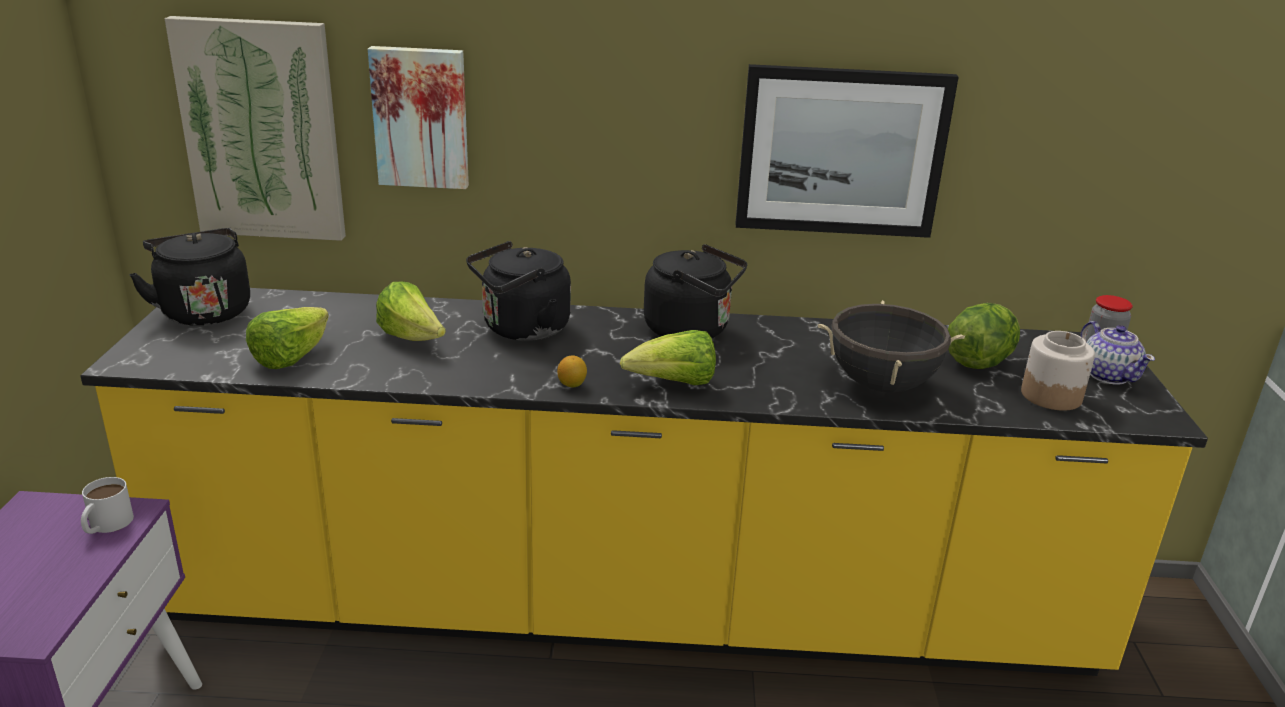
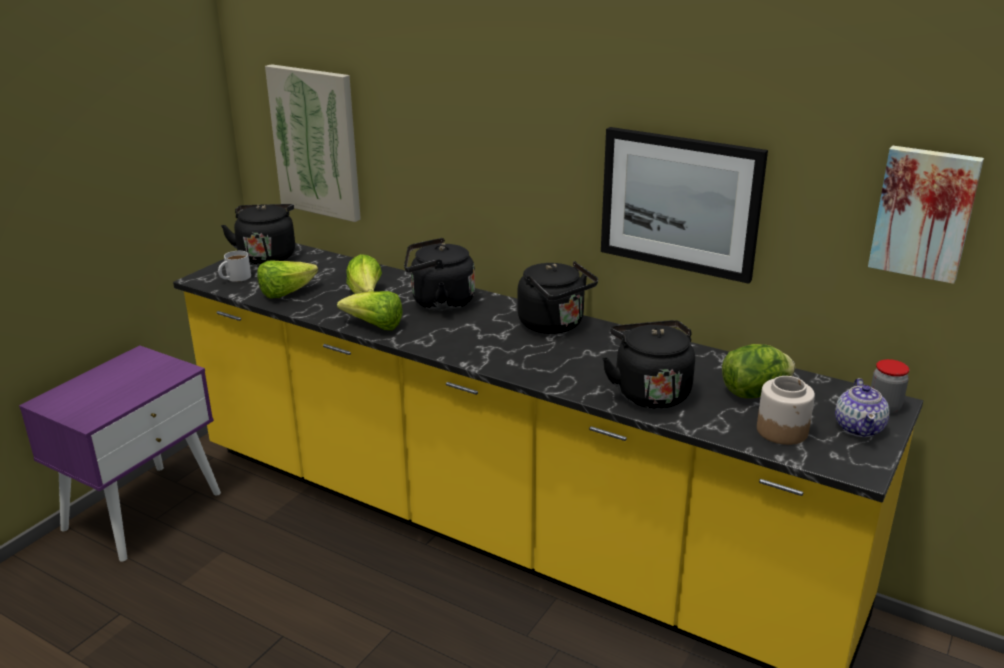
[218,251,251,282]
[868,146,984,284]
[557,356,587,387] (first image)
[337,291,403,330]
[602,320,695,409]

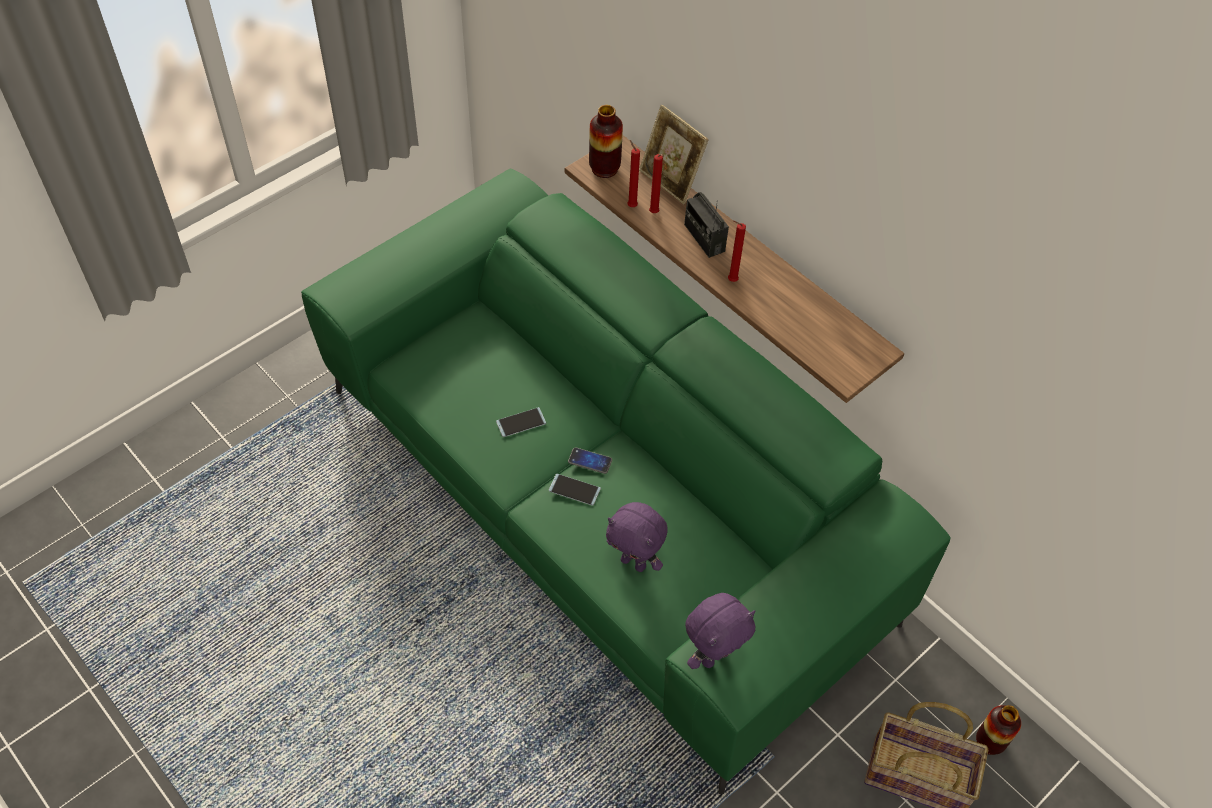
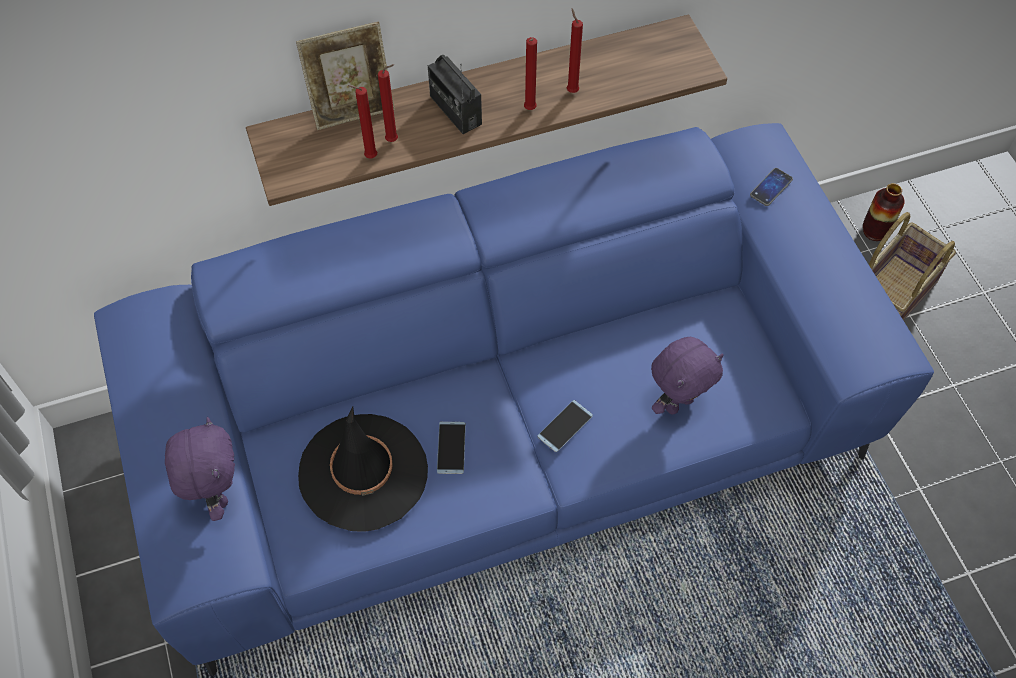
[94,123,934,677]
[750,168,793,206]
[589,105,623,178] (first image)
[428,55,482,134]
[165,417,235,521]
[298,407,428,532]
[567,8,583,93]

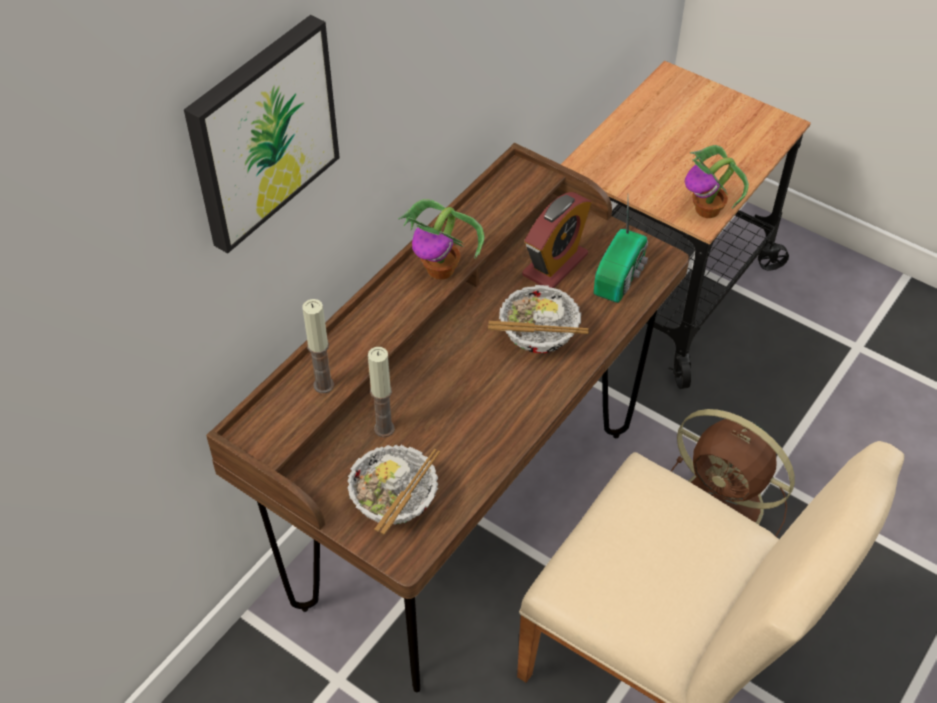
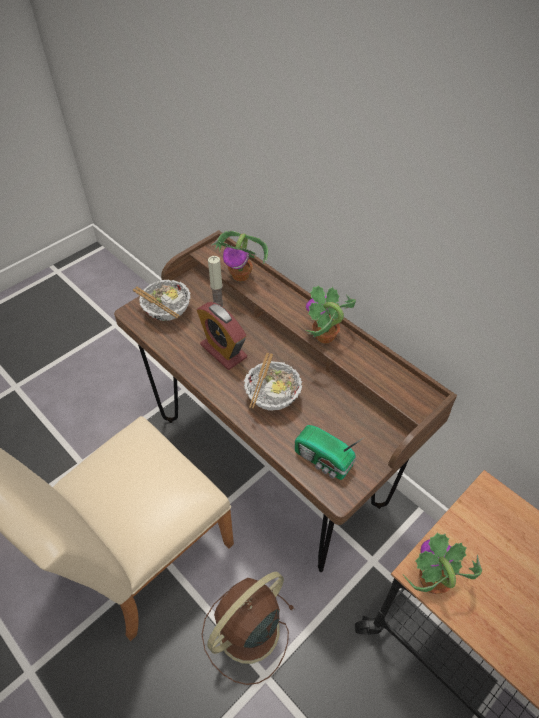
[184,15,340,254] (first image)
[211,231,268,281]
[197,302,247,370]

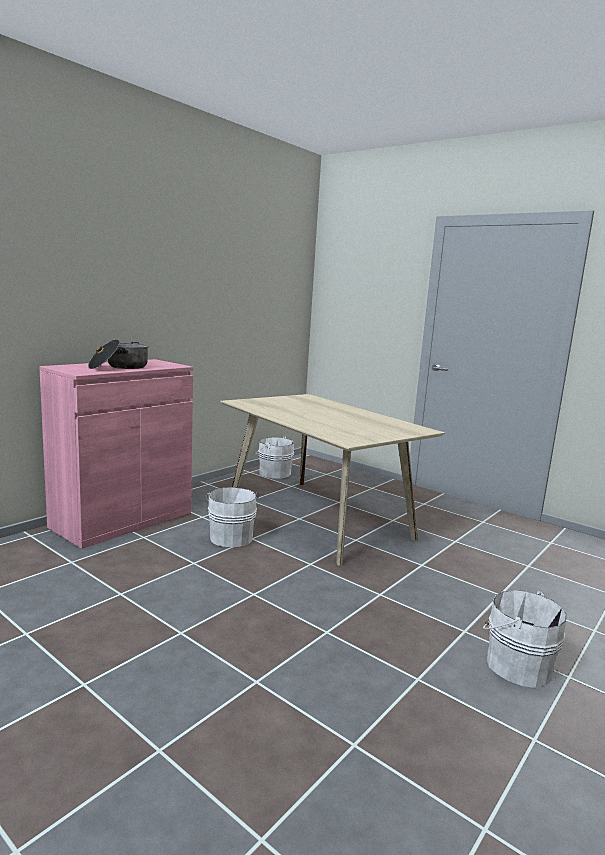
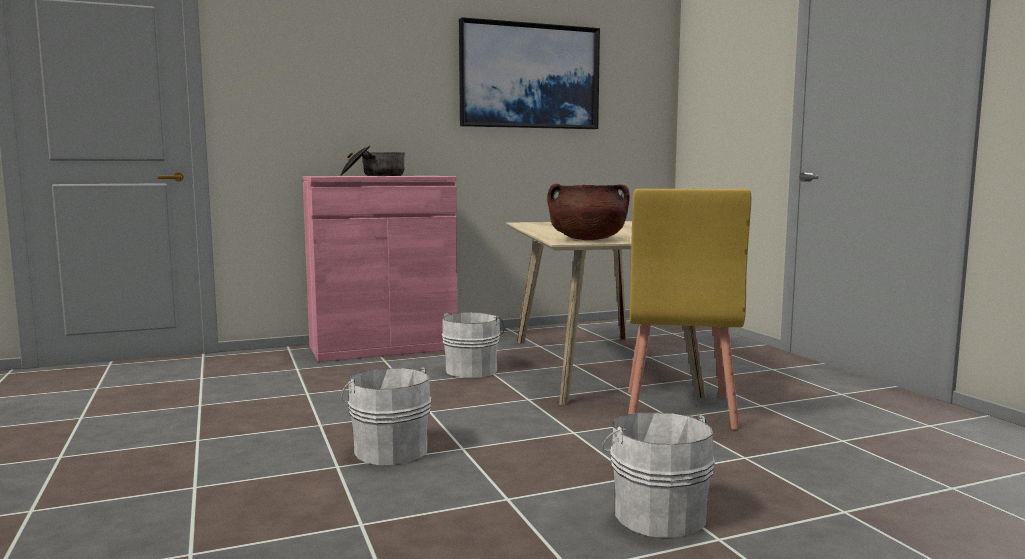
[341,367,431,465]
[459,17,600,129]
[547,184,630,240]
[628,189,751,430]

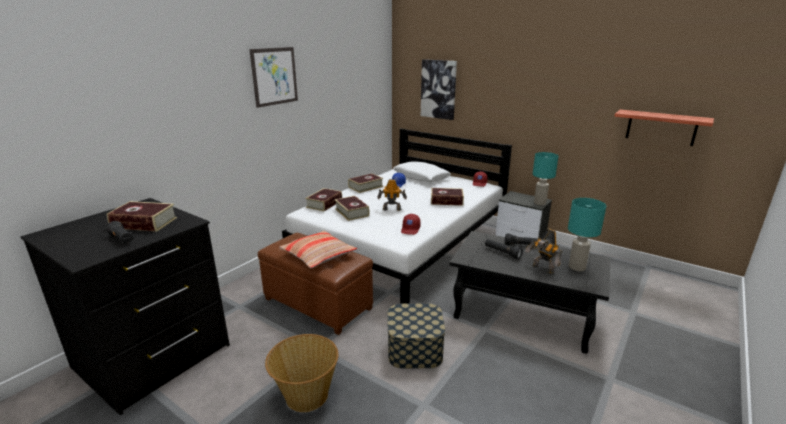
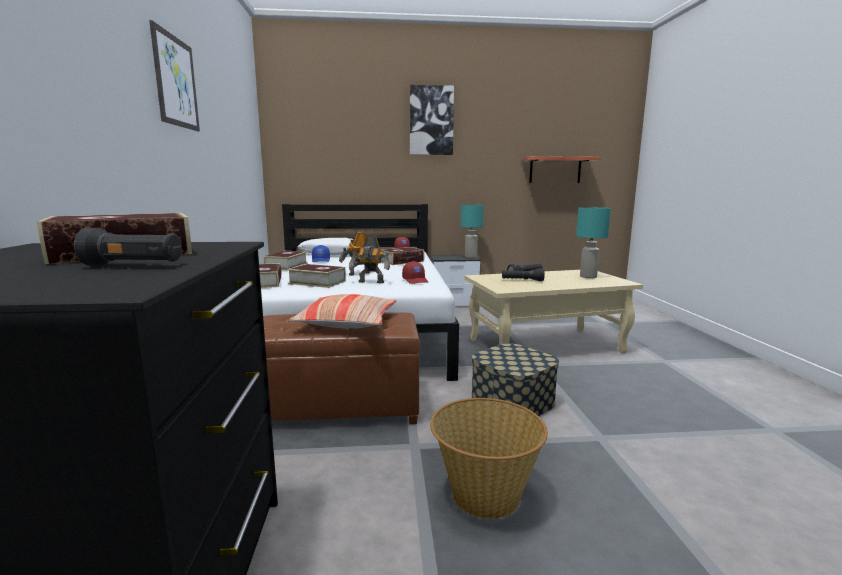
[410,85,454,155]
[464,270,643,354]
[349,235,390,283]

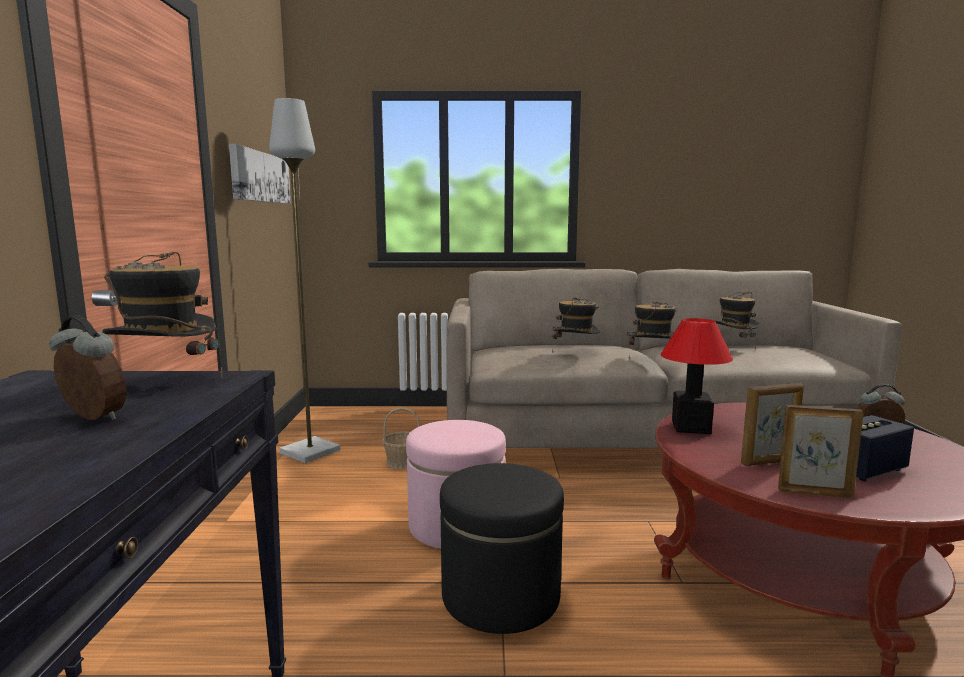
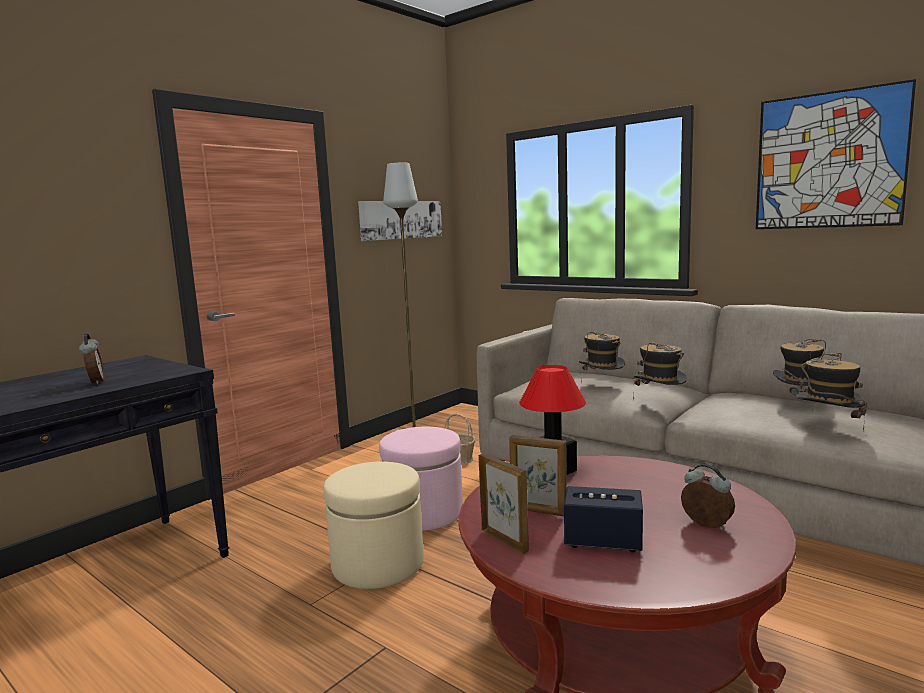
[796,352,867,431]
[323,462,424,589]
[756,79,916,229]

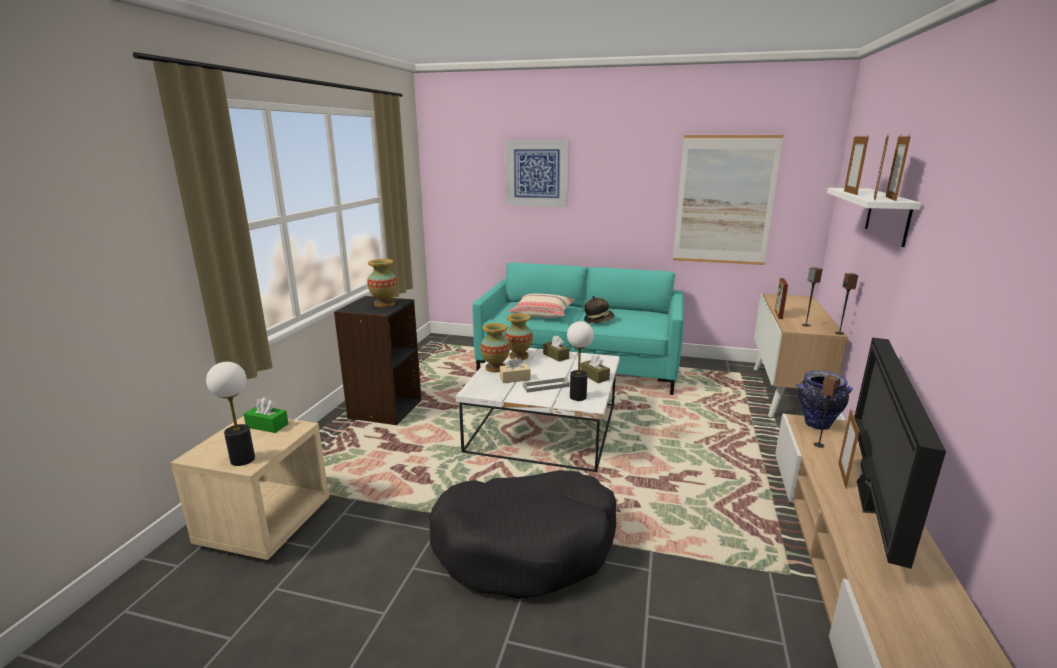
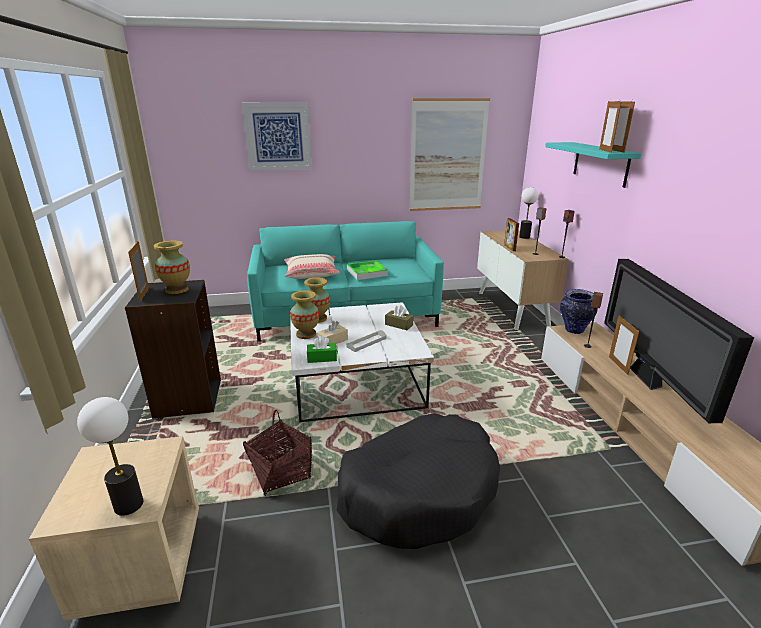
[307,336,337,363]
[543,335,569,362] (first image)
[519,187,539,239]
[347,261,388,280]
[545,142,641,188]
[128,241,149,302]
[243,410,312,496]

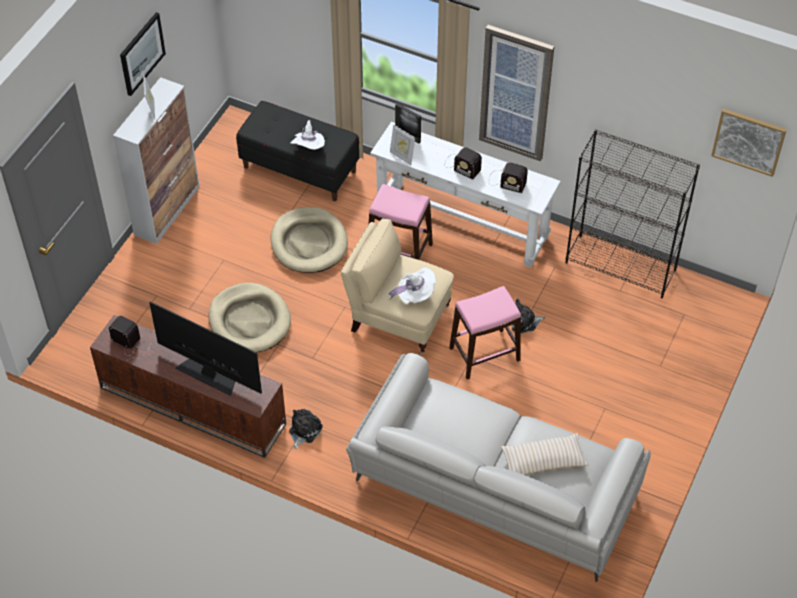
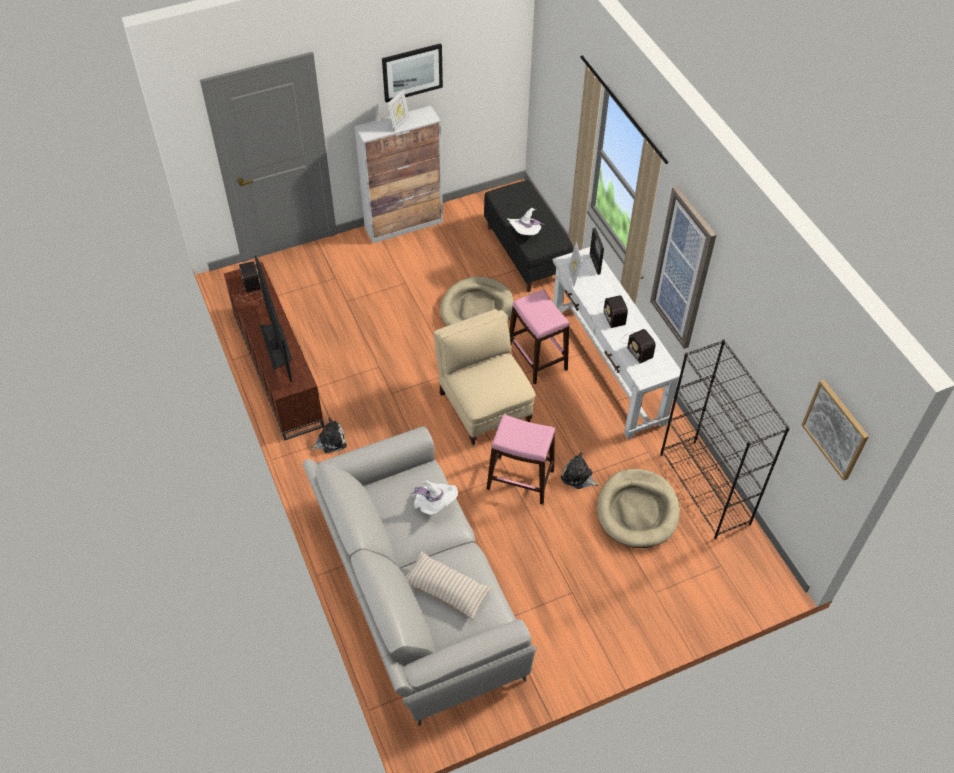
[597,469,680,548]
[411,480,458,515]

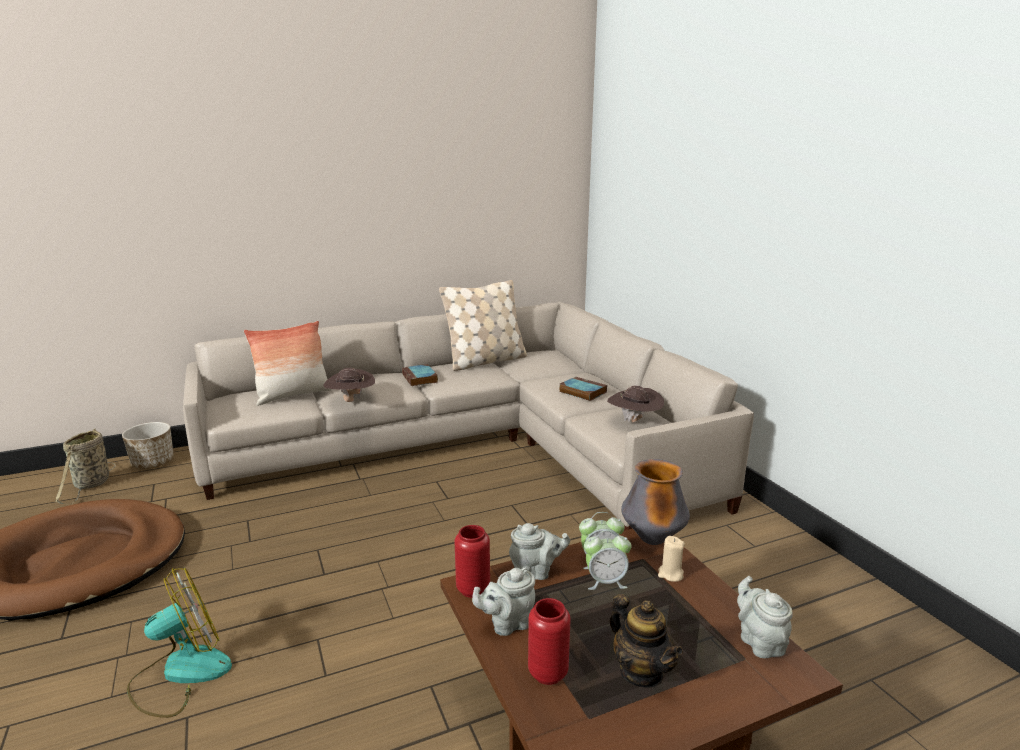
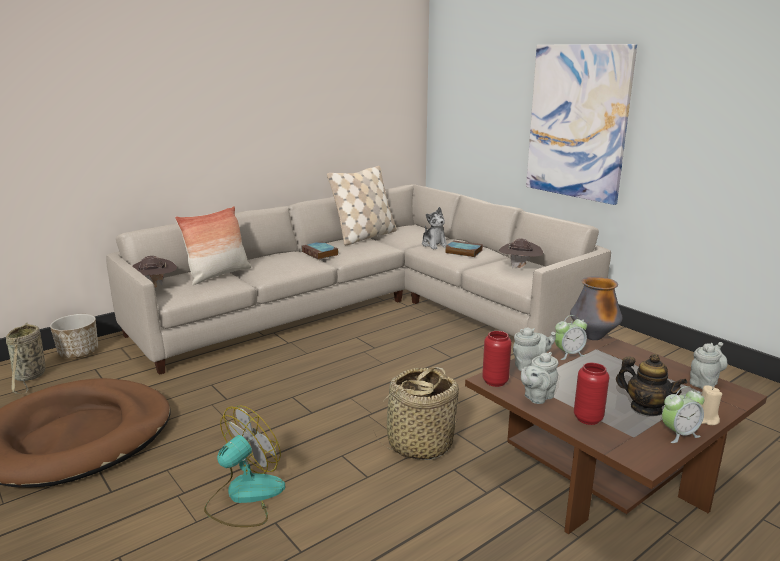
[132,256,177,288]
[662,386,705,443]
[700,385,722,425]
[690,342,728,389]
[374,367,459,460]
[422,207,447,249]
[526,44,637,205]

